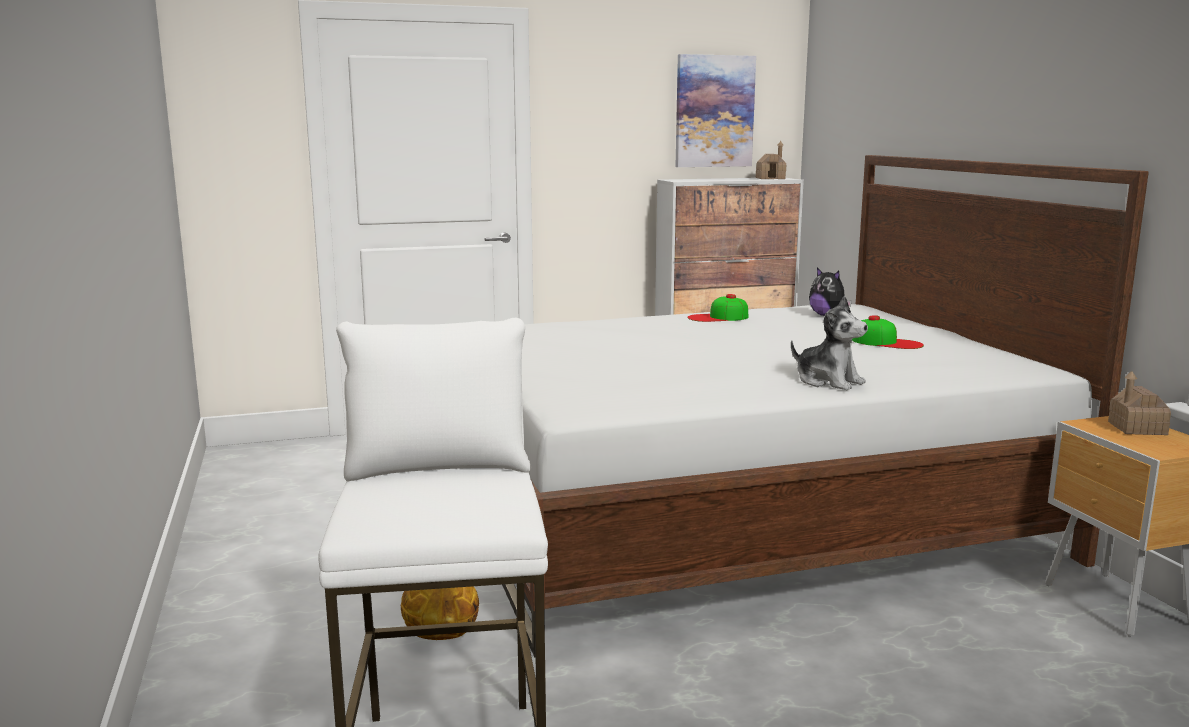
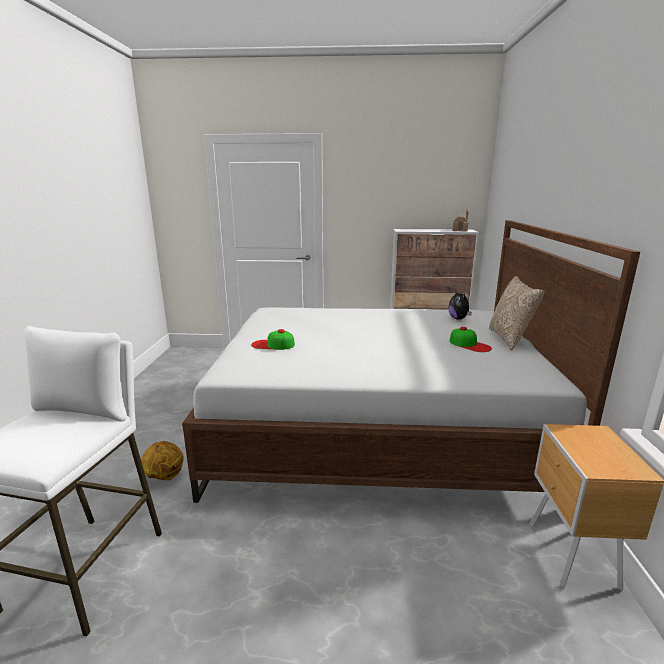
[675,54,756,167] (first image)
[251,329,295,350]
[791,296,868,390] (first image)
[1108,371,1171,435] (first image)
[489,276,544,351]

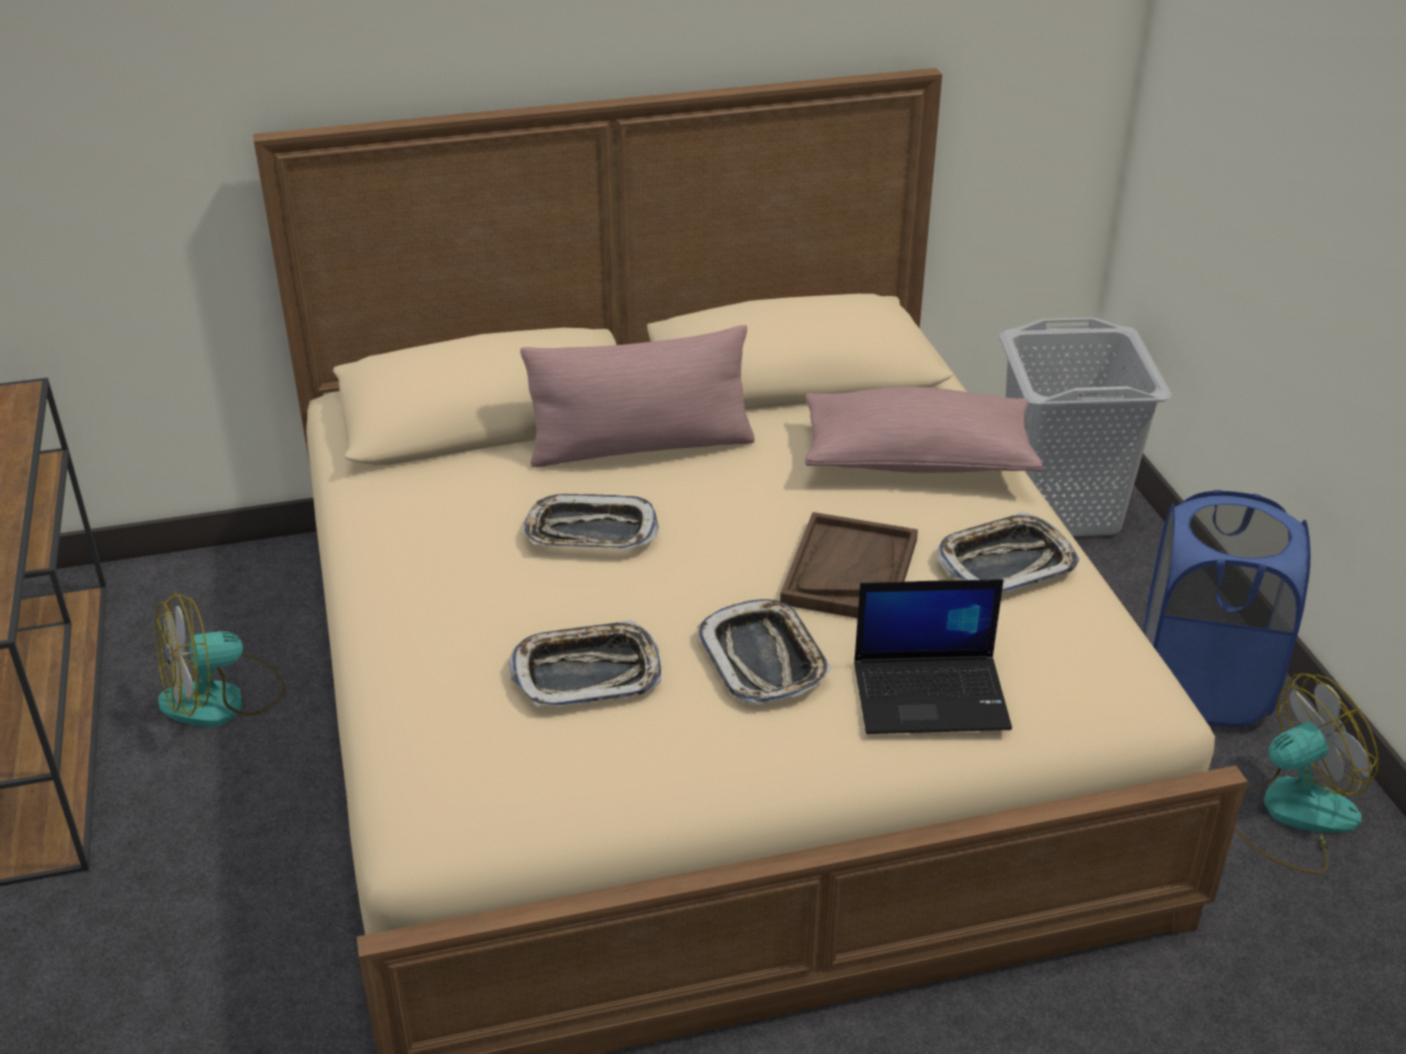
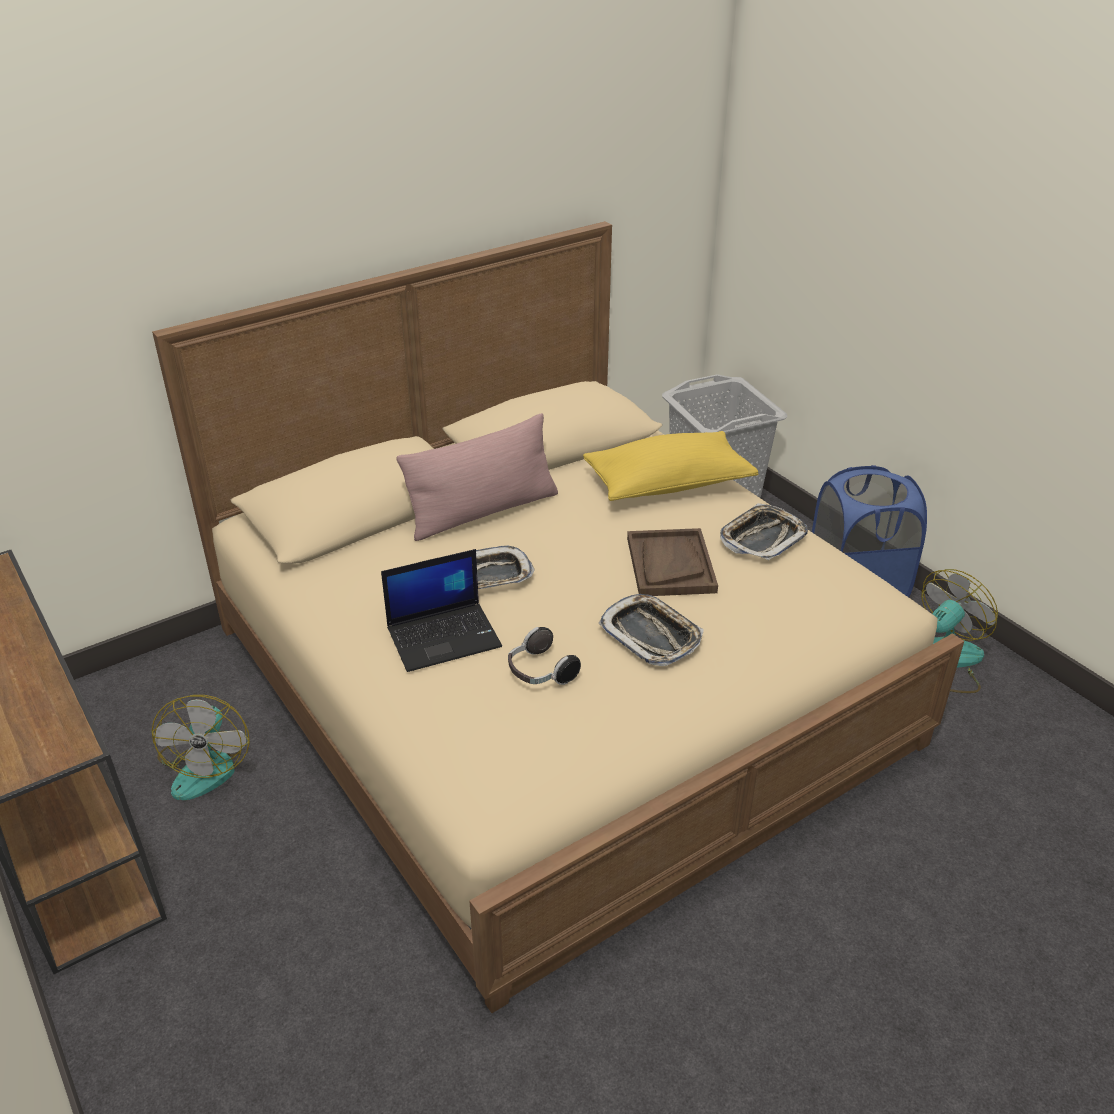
[151,695,250,800]
[508,627,581,685]
[583,431,758,501]
[381,549,502,672]

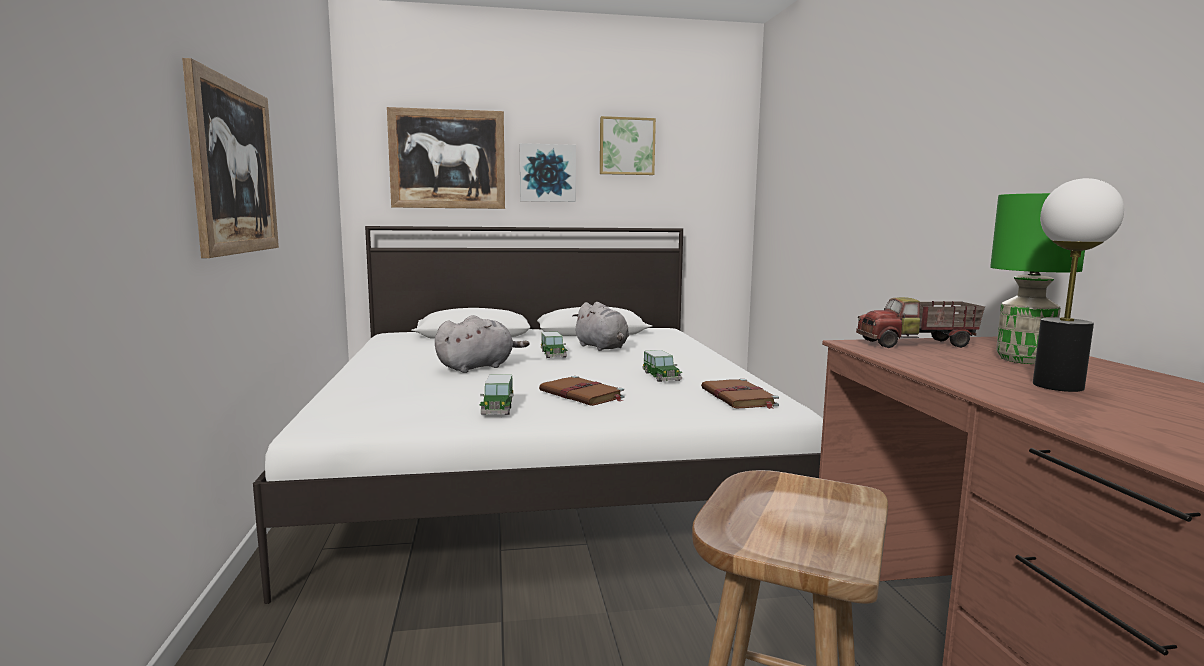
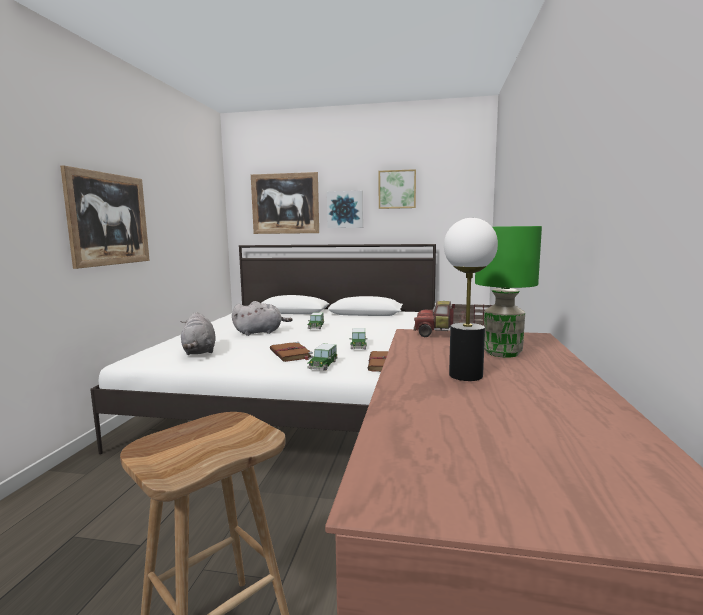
[308,344,338,371]
[181,312,216,355]

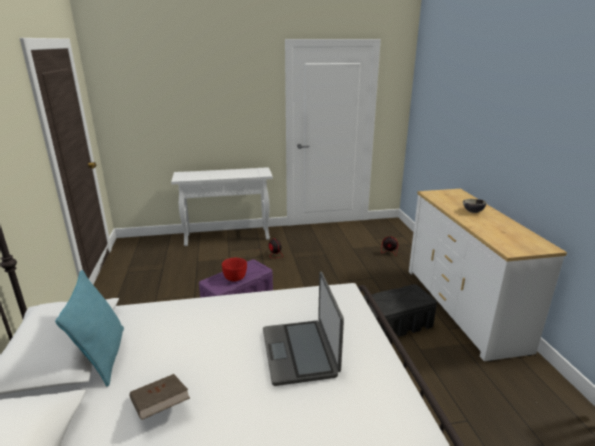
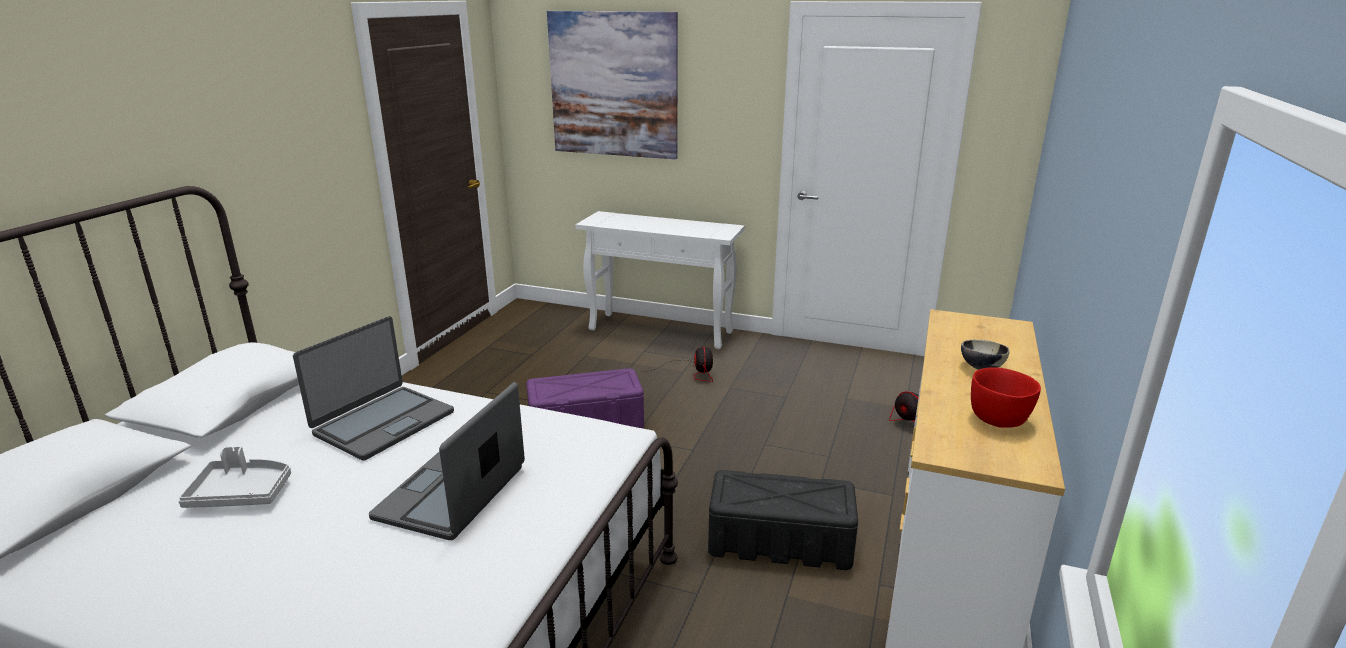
[55,270,124,387] (first image)
[178,446,291,508]
[971,367,1041,428]
[293,316,454,461]
[547,11,678,159]

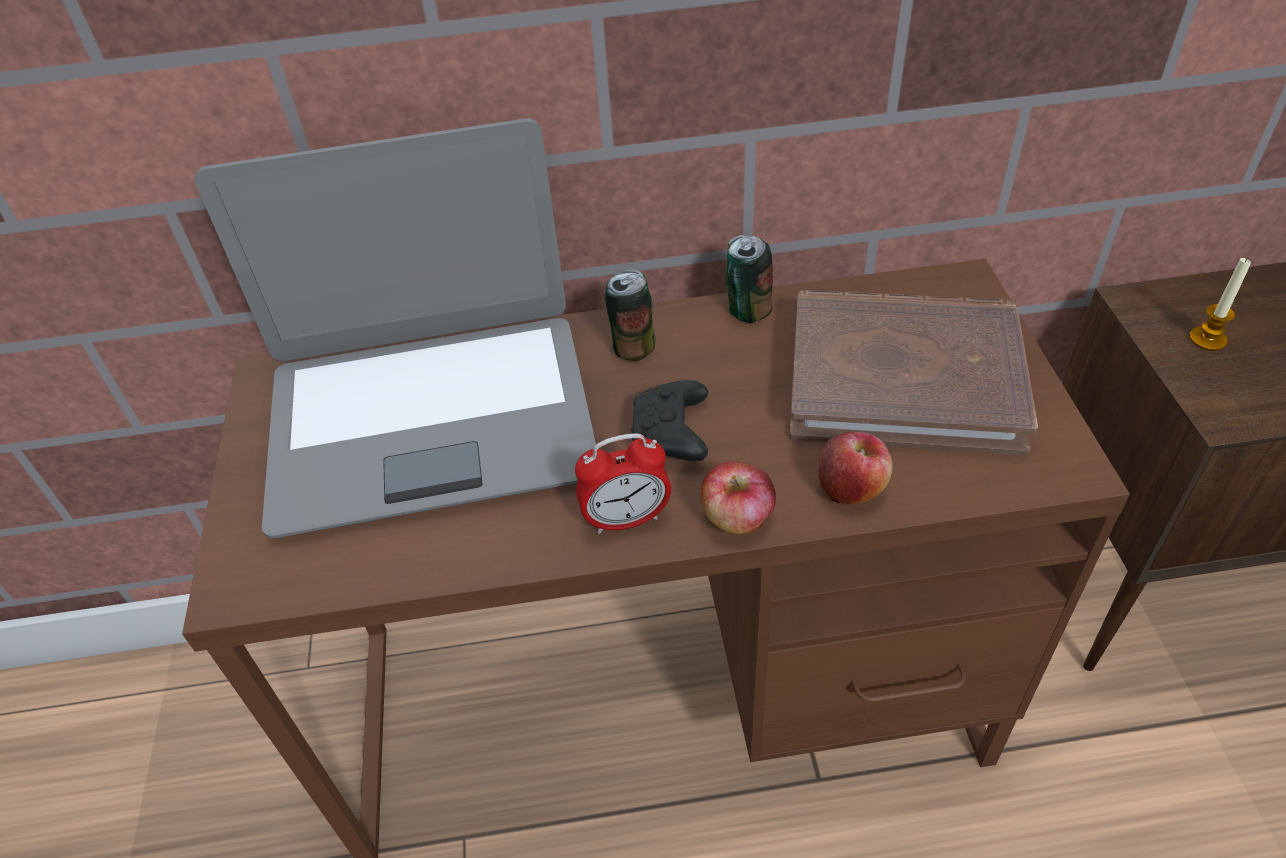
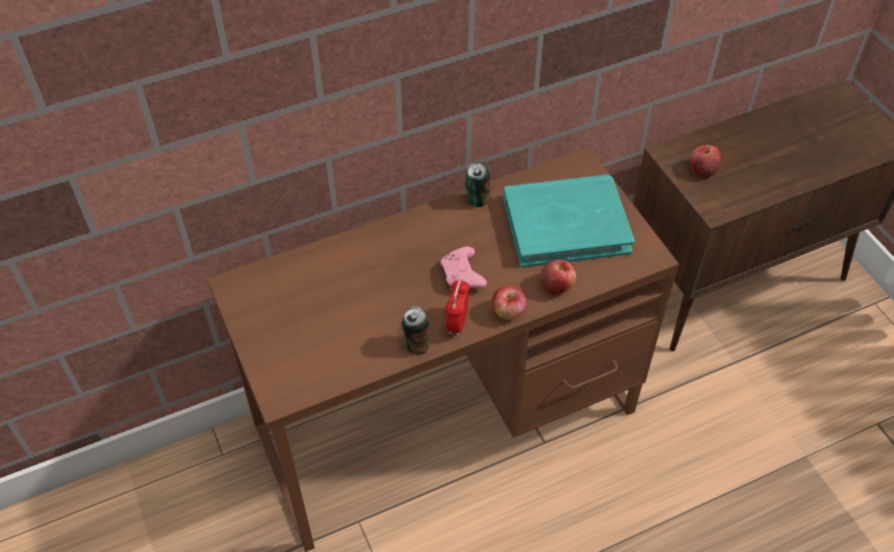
[195,118,596,538] (first image)
[445,279,470,336]
[401,306,430,354]
[441,247,487,290]
[503,175,635,268]
[691,145,721,179]

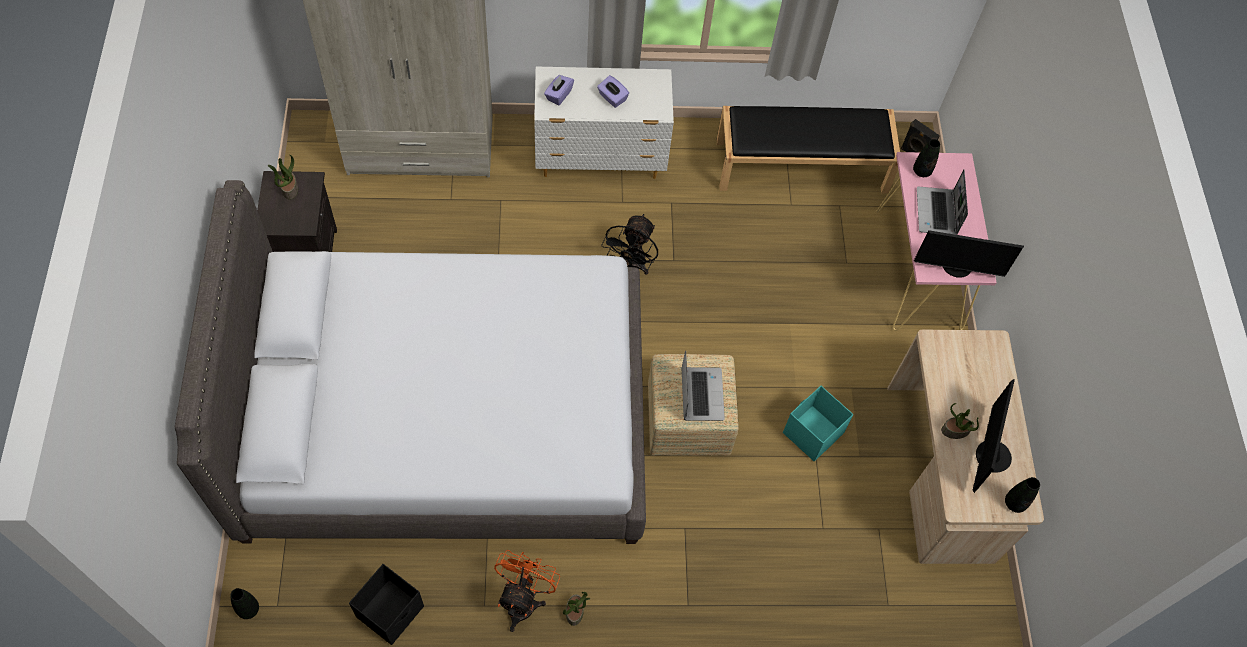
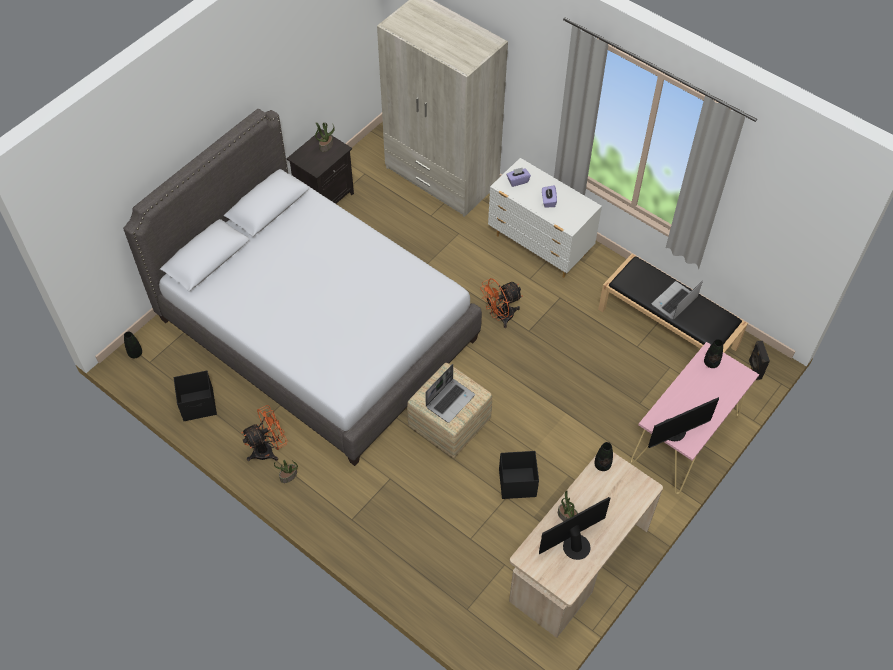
[480,278,523,328]
[499,451,539,499]
[648,397,719,448]
[652,281,703,320]
[594,442,613,471]

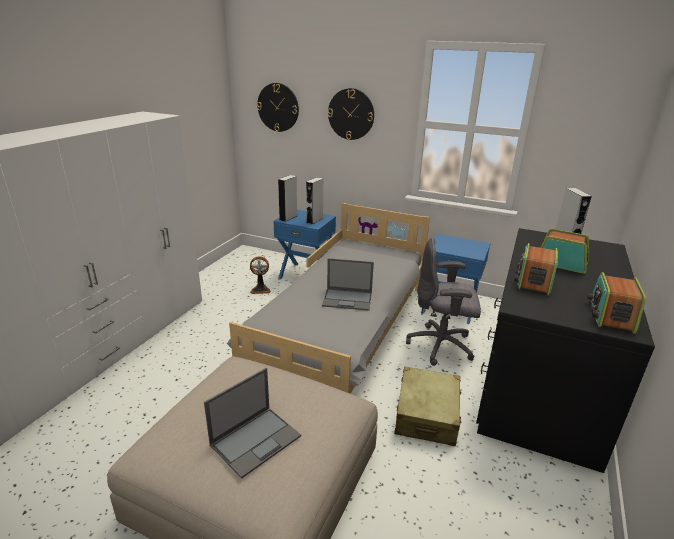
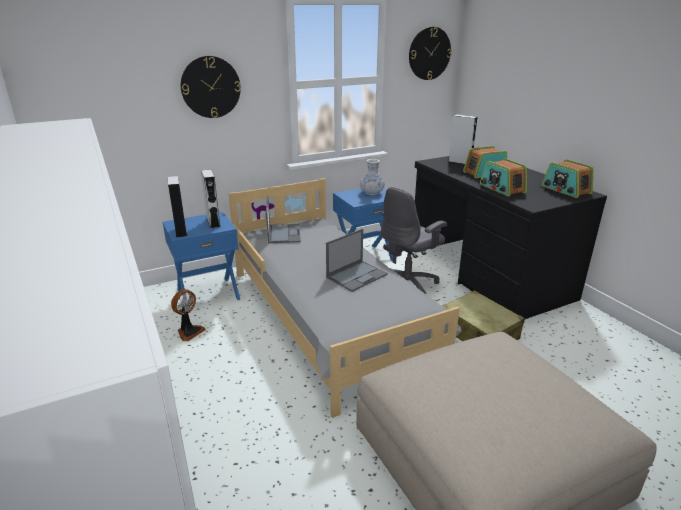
[266,196,301,244]
[409,27,452,80]
[360,159,385,195]

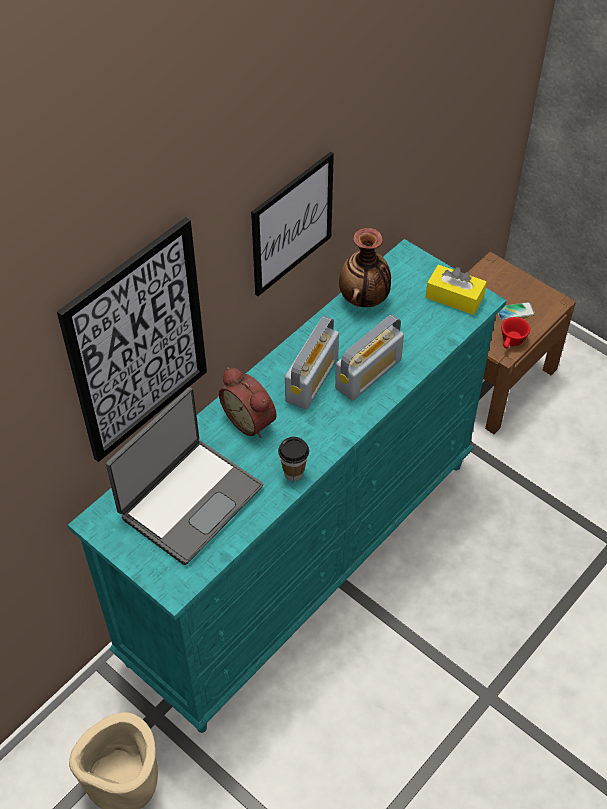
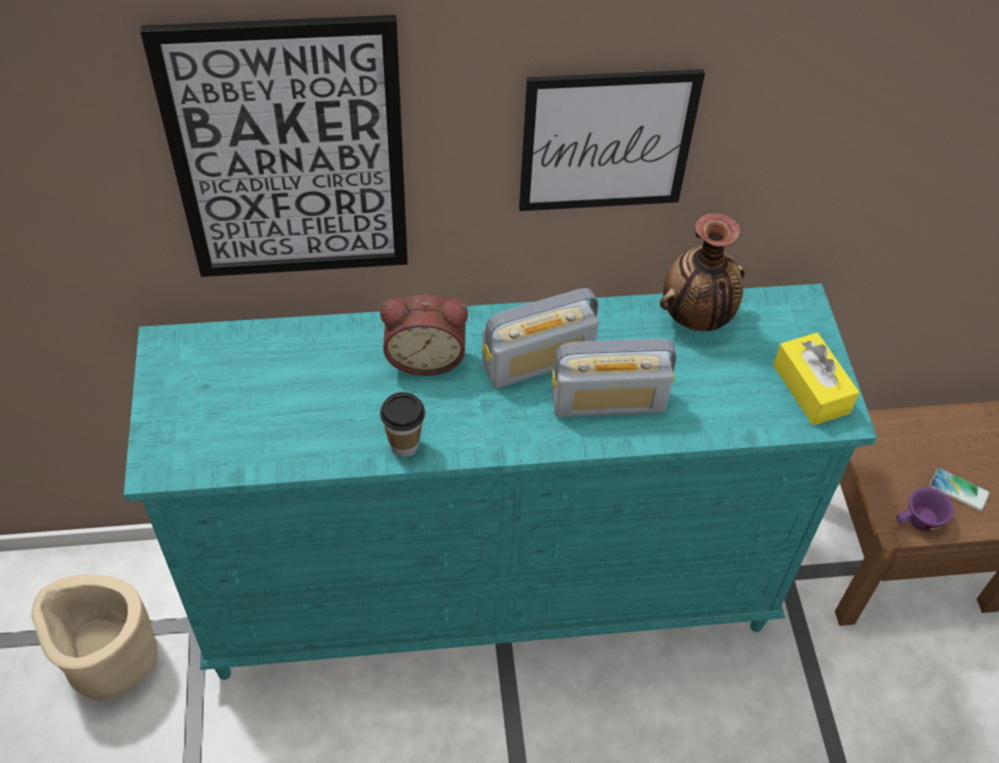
[106,387,263,565] (first image)
[380,295,468,376]
[896,487,954,532]

